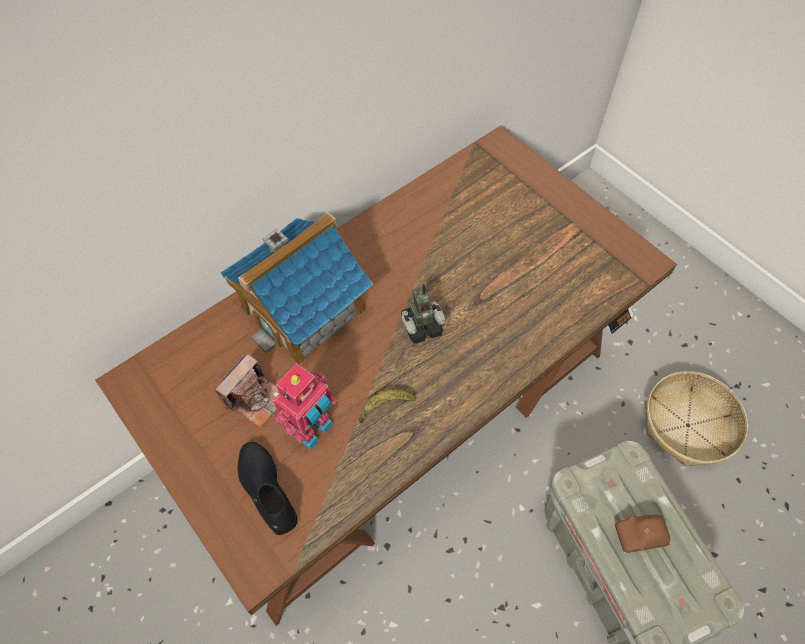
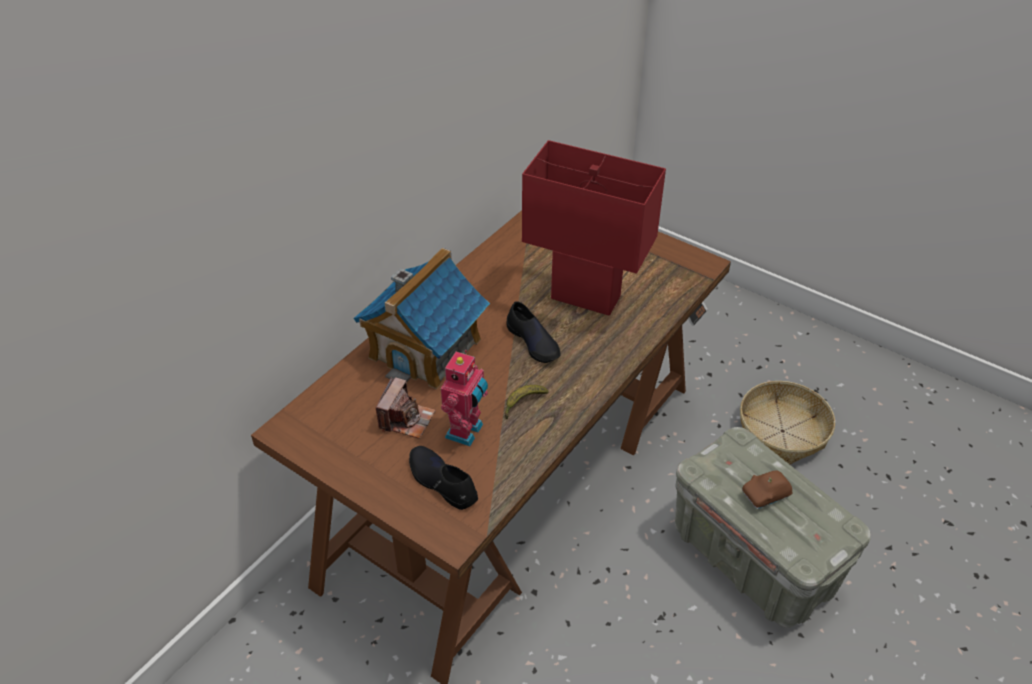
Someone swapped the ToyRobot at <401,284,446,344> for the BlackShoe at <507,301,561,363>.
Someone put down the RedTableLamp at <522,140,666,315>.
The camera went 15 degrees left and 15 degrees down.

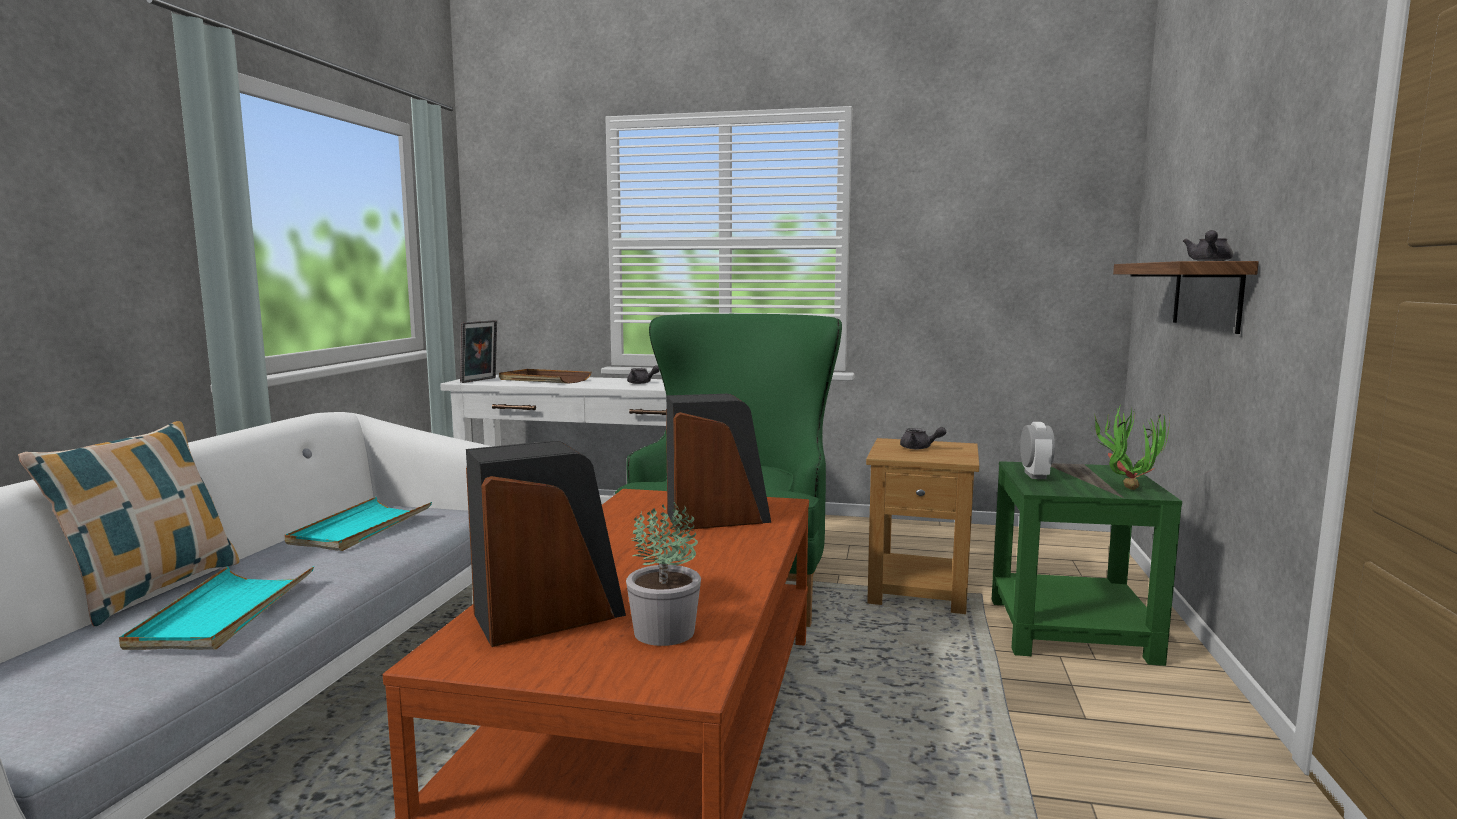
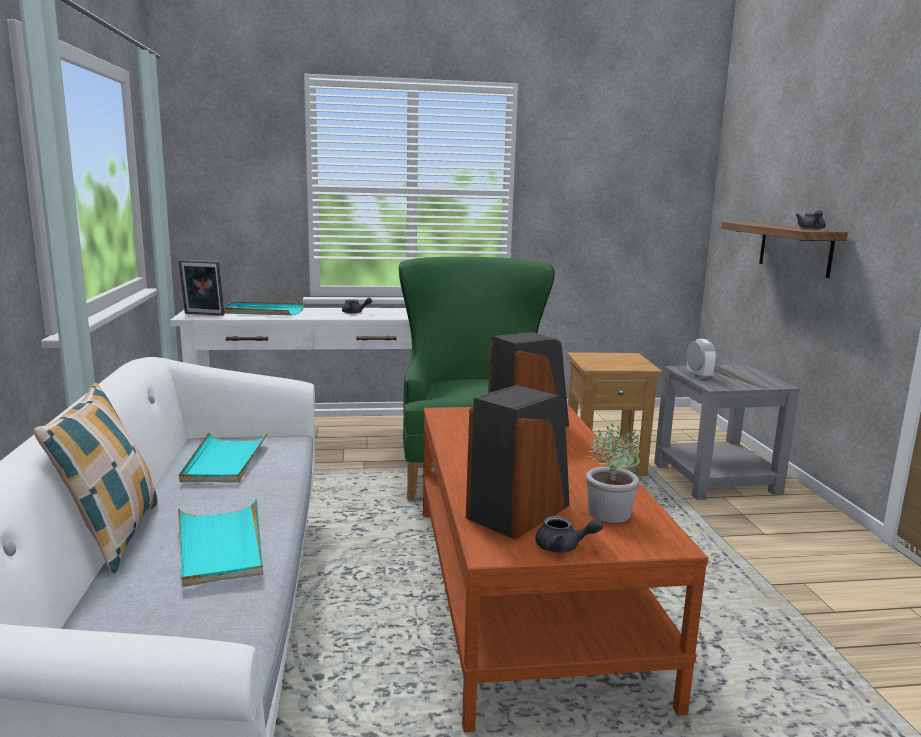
Someone rotated the PictureFrame at <460,320,497,383> by 90 degrees clockwise.
Someone repainted the BrownTray at <499,369,591,384>, which became the TurquoiseTray at <224,302,305,316>.
Someone took away the PottedPlant at <1091,405,1170,490>.
Someone carried the GreyTeapot from <900,427,946,449> to <536,516,603,553>.
Someone repainted the GreenSideTable at <992,461,1182,666>, which became the GreySideTable at <654,364,800,500>.
The camera went 20 degrees left and 5 degrees up.

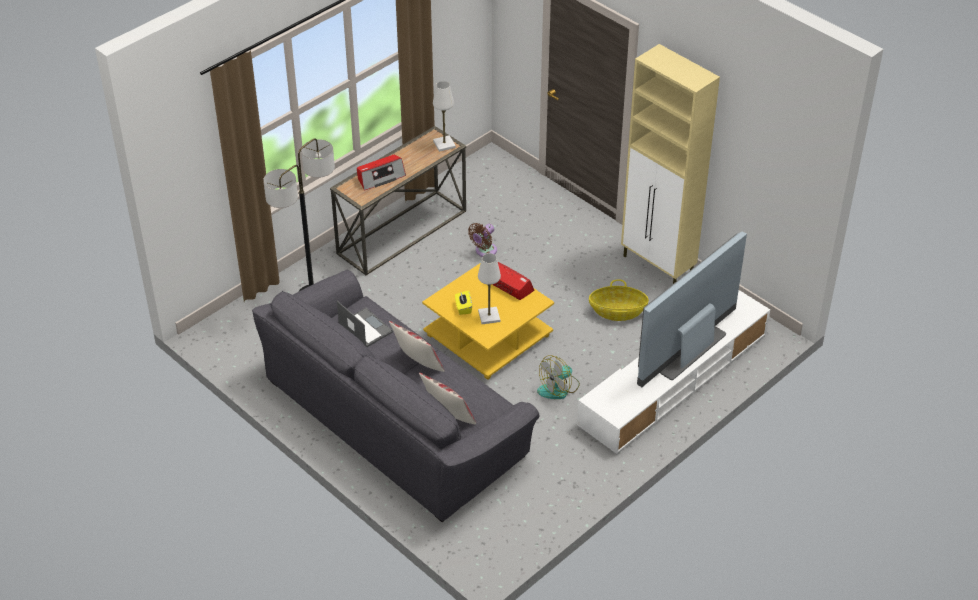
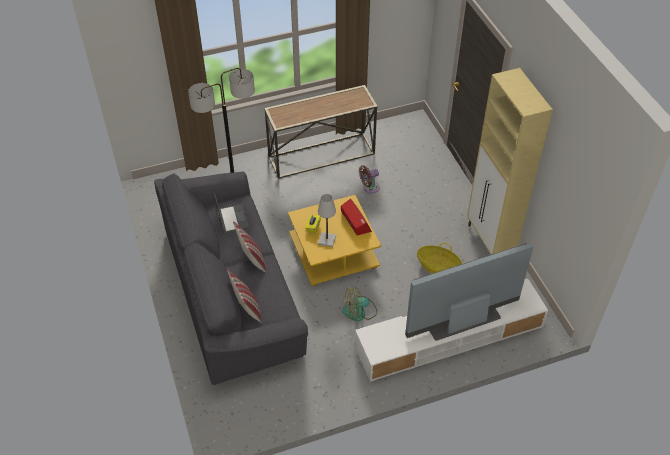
Someone took away the WhiteTableLamp at <433,81,456,152>.
Someone took away the Radio at <357,155,406,191>.
The camera went 25 degrees right and 5 degrees up.

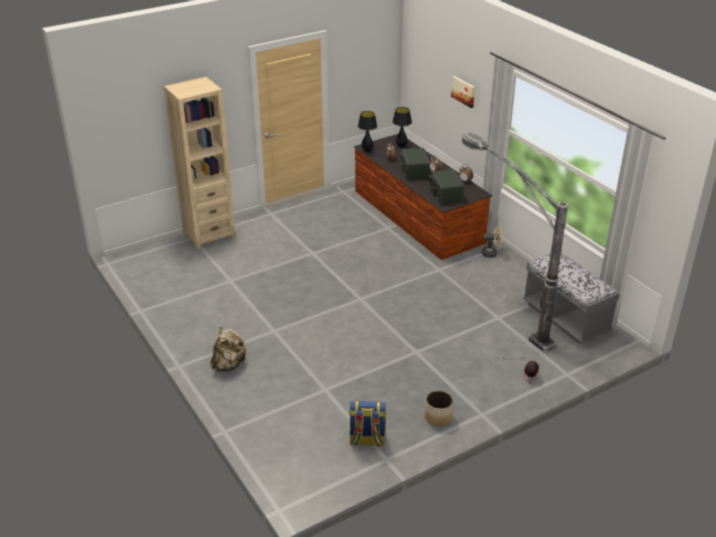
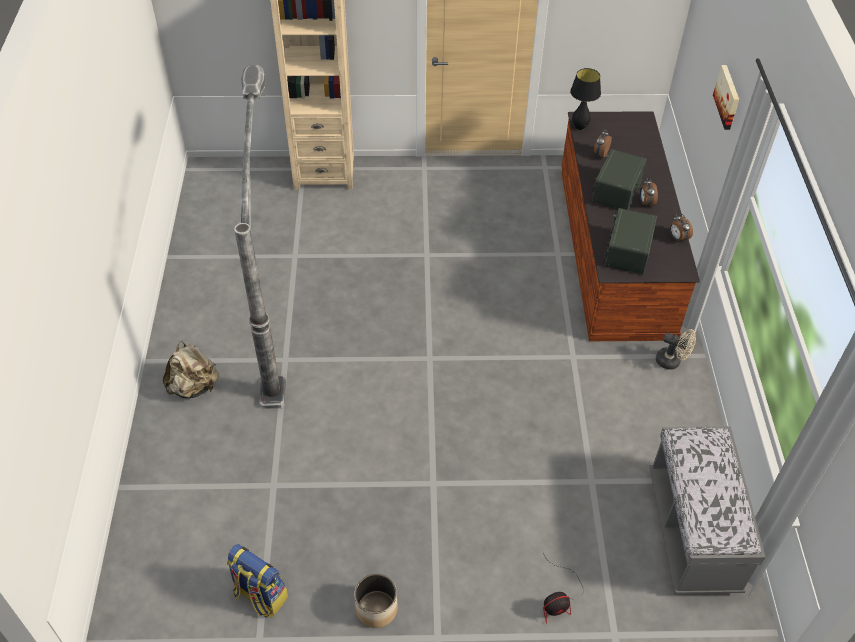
Someone took away the BlackTableLamp at <393,107,412,148>.
Someone carried the FloorLamp from <462,132,568,352> to <234,65,286,409>.
The camera went 30 degrees right and 15 degrees up.

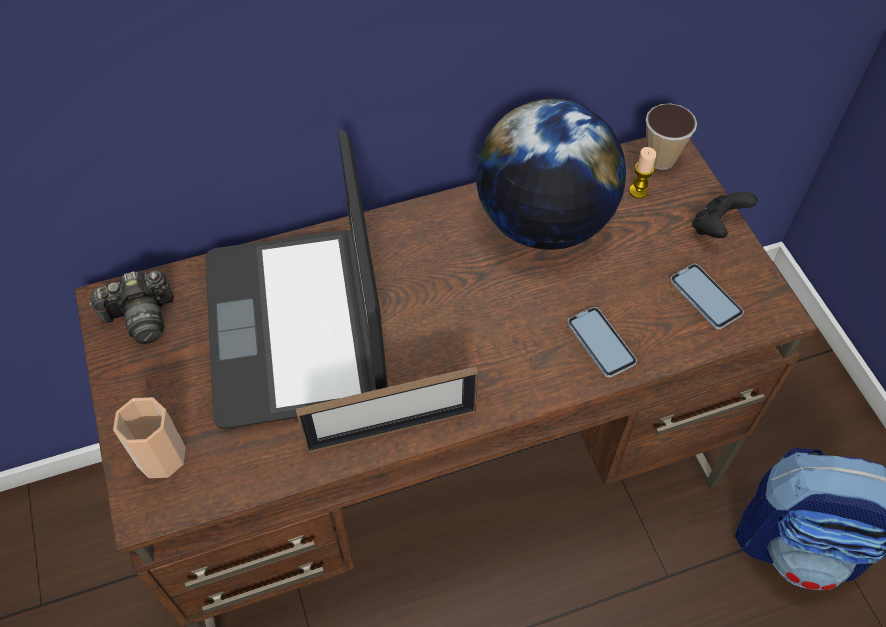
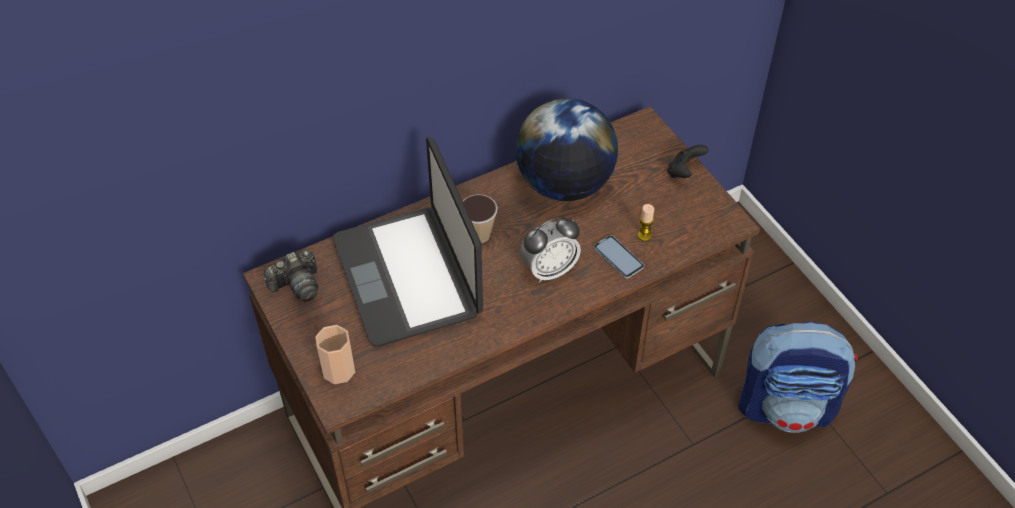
Someone carried the Cup from <646,103,697,170> to <463,194,498,243>.
Someone carried the Candle from <629,147,656,199> to <638,204,654,241>.
Someone took away the Phone at <670,264,744,329>.
Someone took away the PictureFrame at <296,366,478,453>.
Someone put down the AlarmClock at <520,217,581,283>.
The camera went 10 degrees left and 5 degrees down.

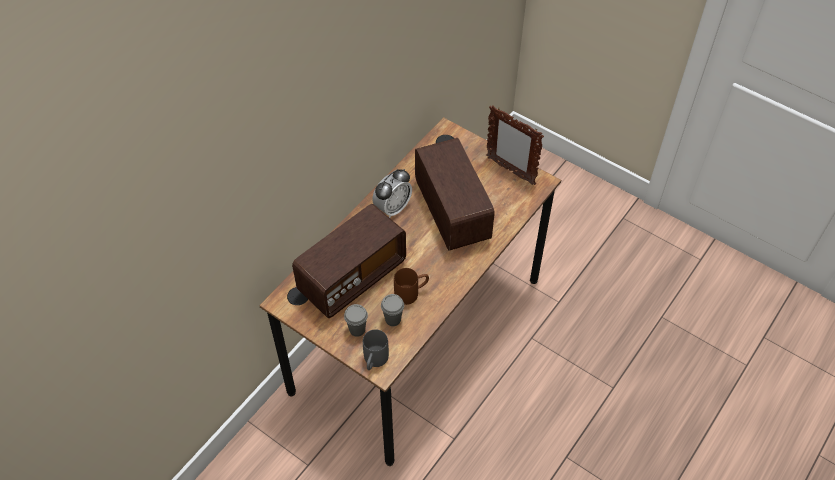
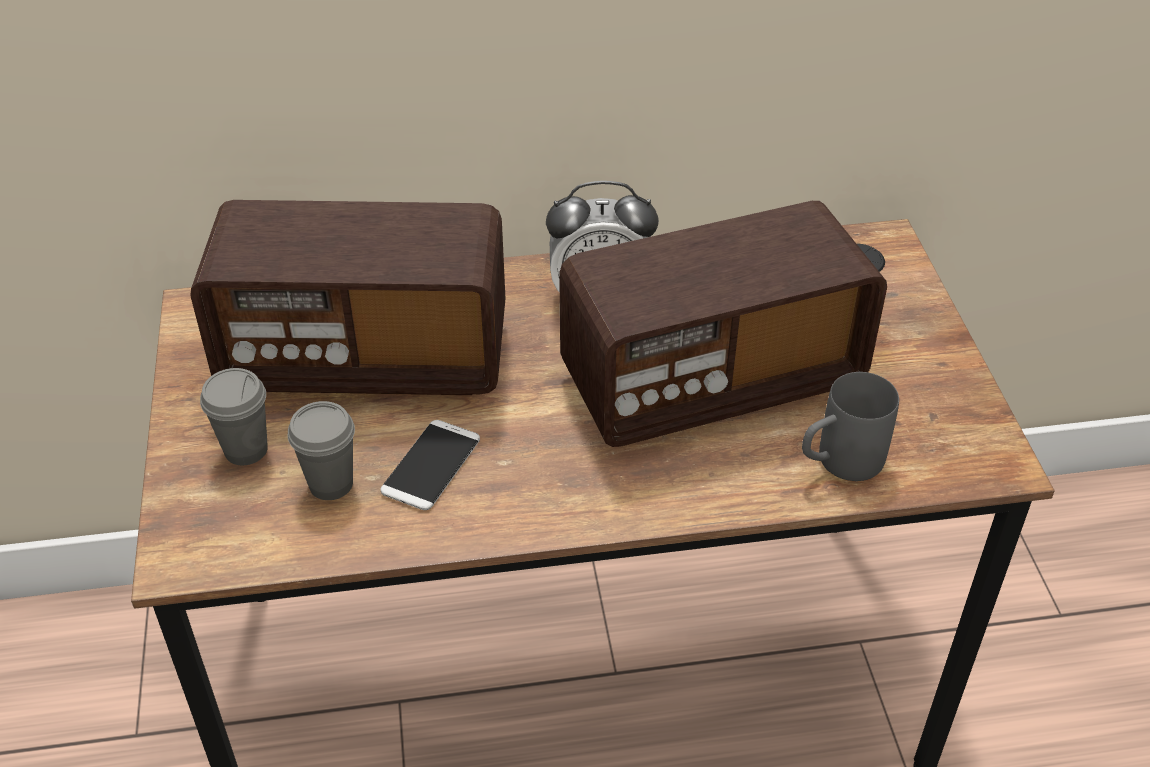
Someone took away the PictureFrame at <486,106,544,185>.
Someone rotated the Radio at <415,138,495,251> by 45 degrees clockwise.
Someone swapped the BrownMug at <394,268,429,305> for the Phone at <381,420,480,510>.
Someone carried the GreyMug from <363,329,389,370> to <802,372,899,481>.
The camera went 45 degrees right and 10 degrees down.

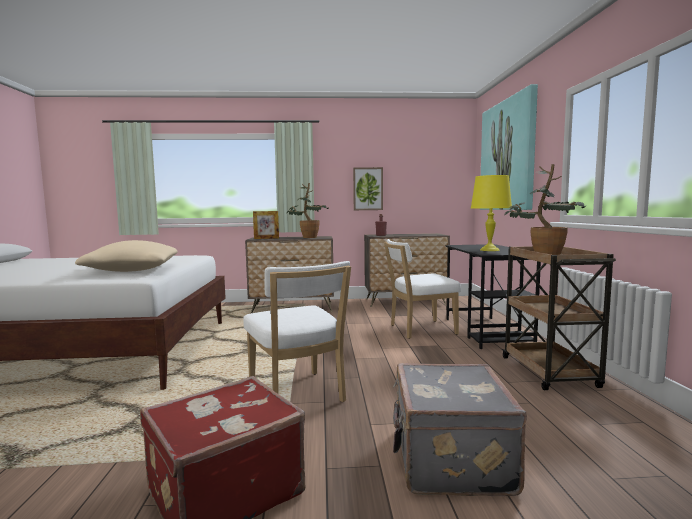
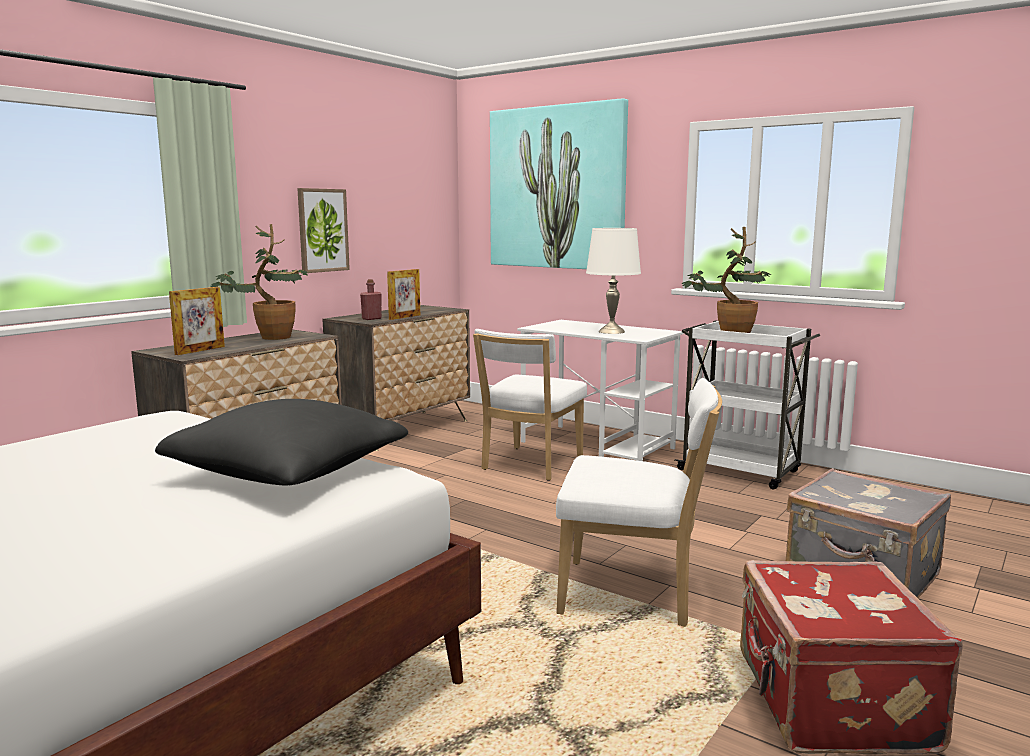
Someone repainted the YellowTableLamp at <471,175,512,251>, which became the WhiteTableLamp at <586,228,641,334>.
Someone repainted the BeigePillow at <75,240,178,272>, which became the BlackPillow at <155,399,408,486>.
Someone repainted the BlackDesk at <445,244,541,349>, which became the WhiteDesk at <517,320,684,461>.
Someone repainted the BrownCart at <502,246,616,390>, which became the WhiteCart at <675,321,820,489>.
Someone put down the PictureFrame at <387,269,420,320>.
The camera went 50 degrees left and 5 degrees up.

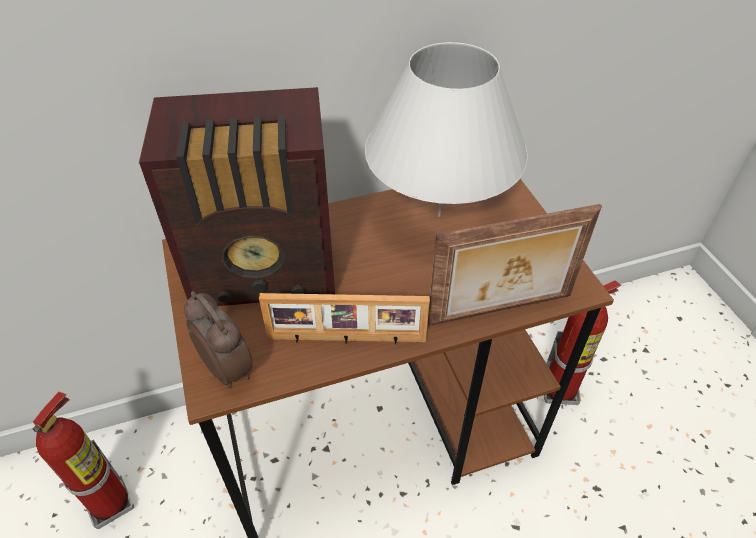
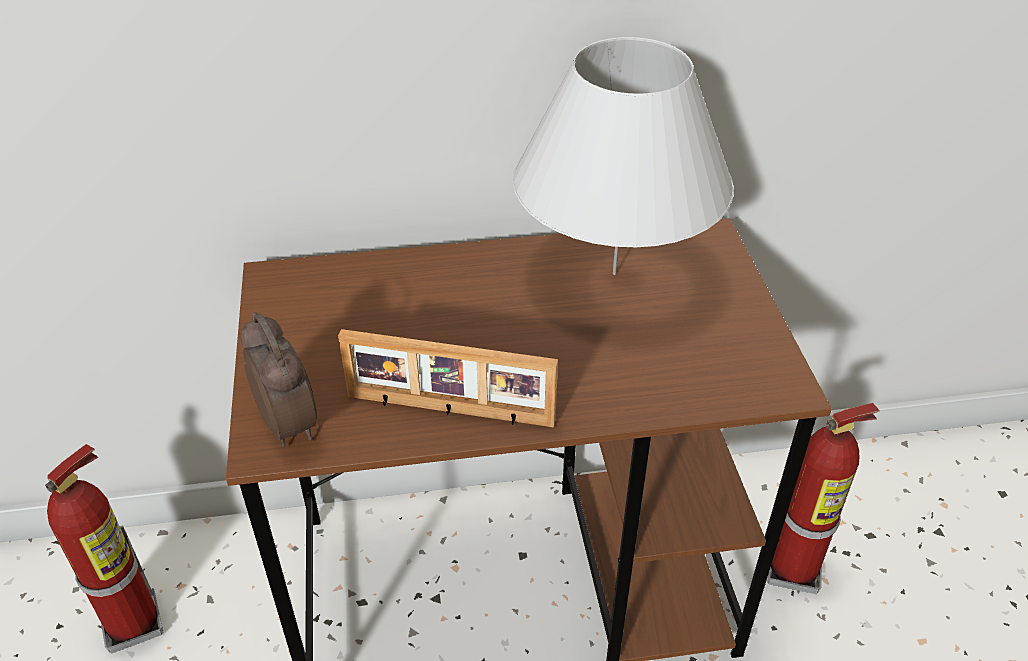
Someone took away the Radio at <139,87,335,306>.
Someone took away the PictureFrame at <428,204,602,326>.
The camera went 10 degrees right and 5 degrees down.

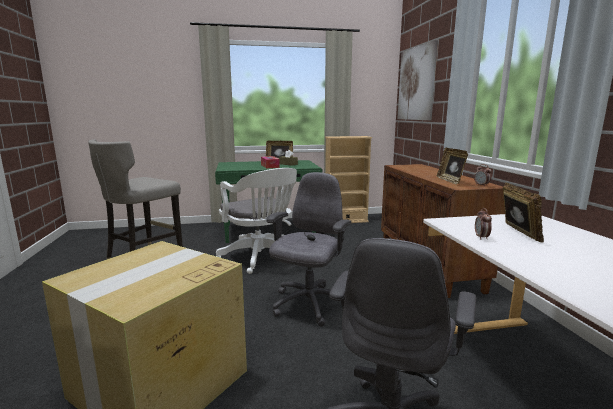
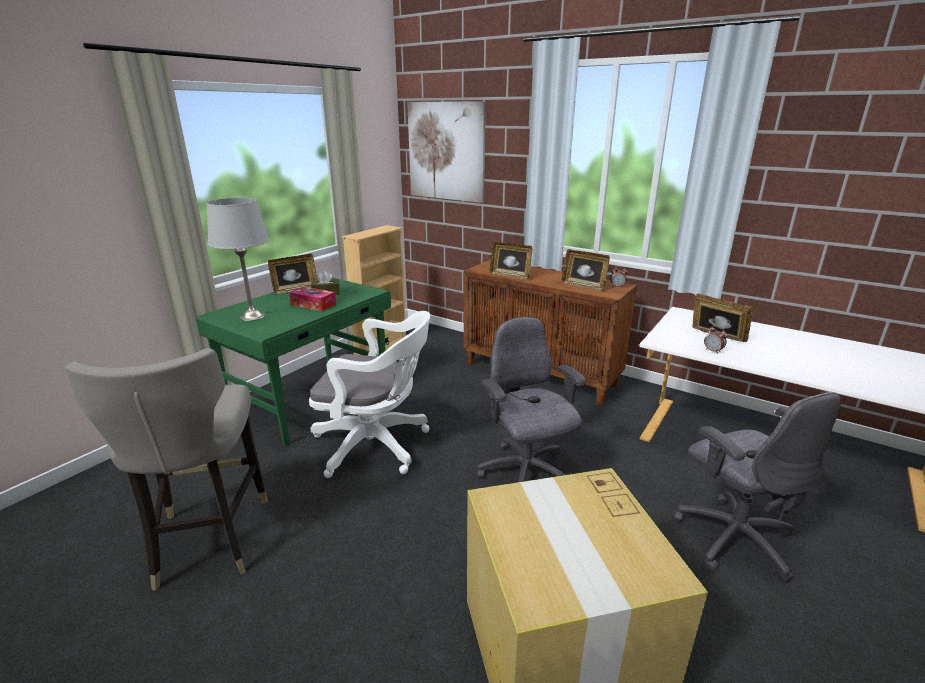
Someone put down the GreyTableLamp at <206,198,269,321>.
Someone put down the PictureFrame at <489,242,533,280>.
The camera went 45 degrees left and 10 degrees up.

